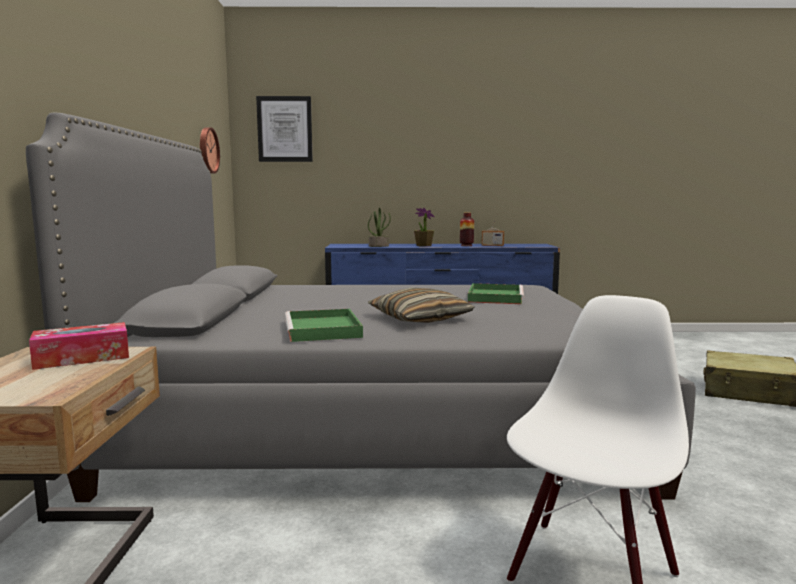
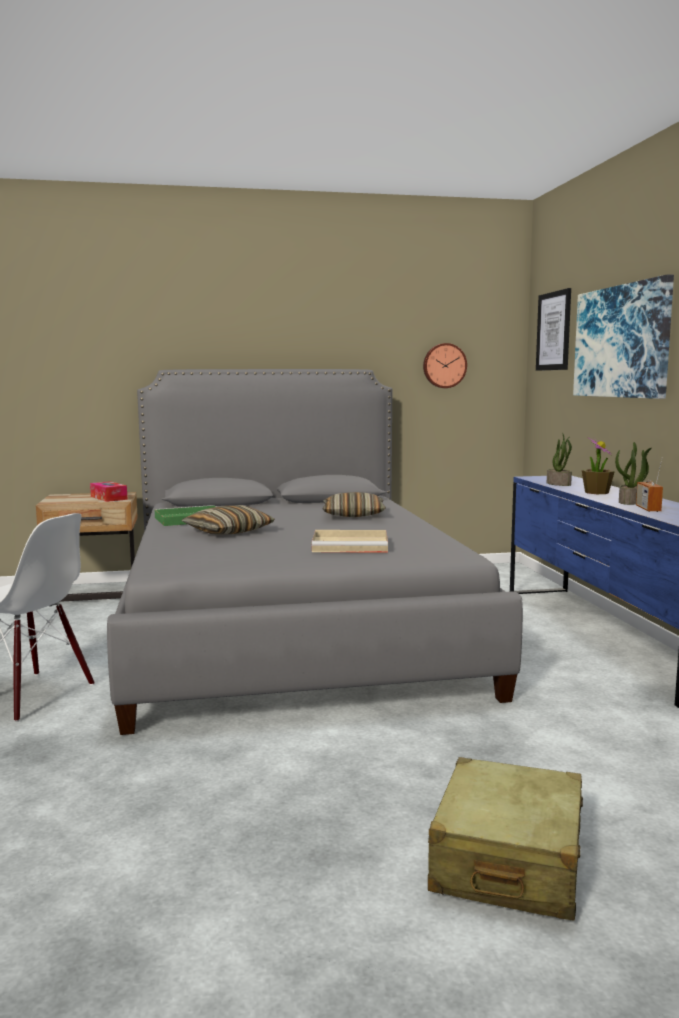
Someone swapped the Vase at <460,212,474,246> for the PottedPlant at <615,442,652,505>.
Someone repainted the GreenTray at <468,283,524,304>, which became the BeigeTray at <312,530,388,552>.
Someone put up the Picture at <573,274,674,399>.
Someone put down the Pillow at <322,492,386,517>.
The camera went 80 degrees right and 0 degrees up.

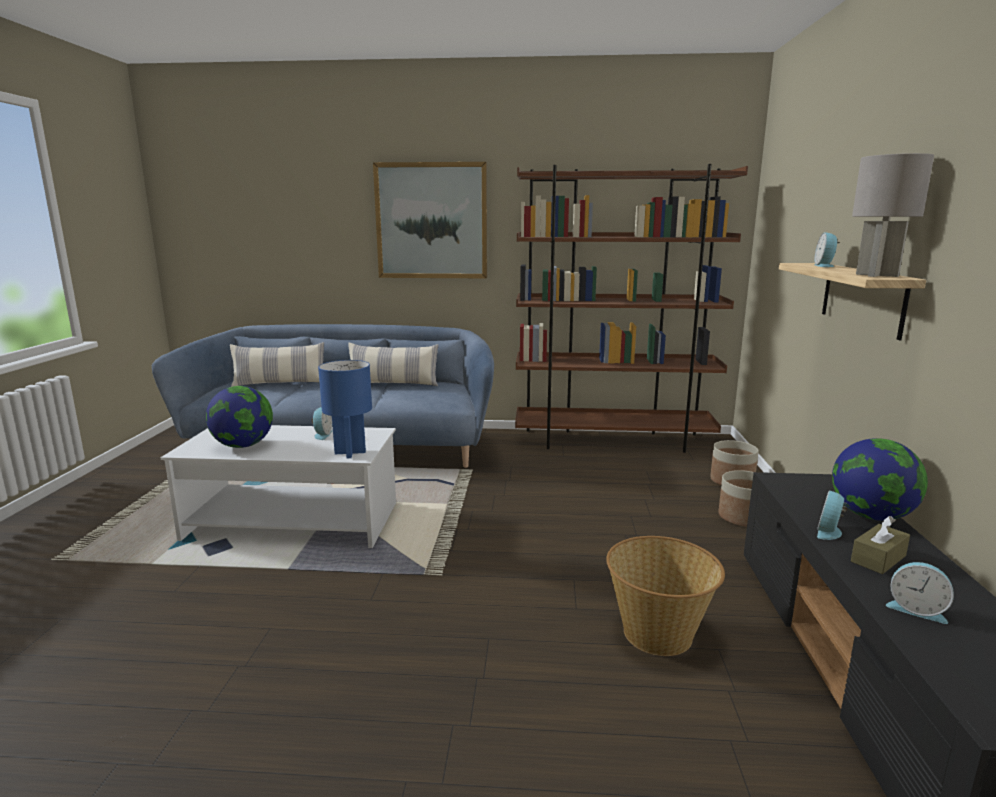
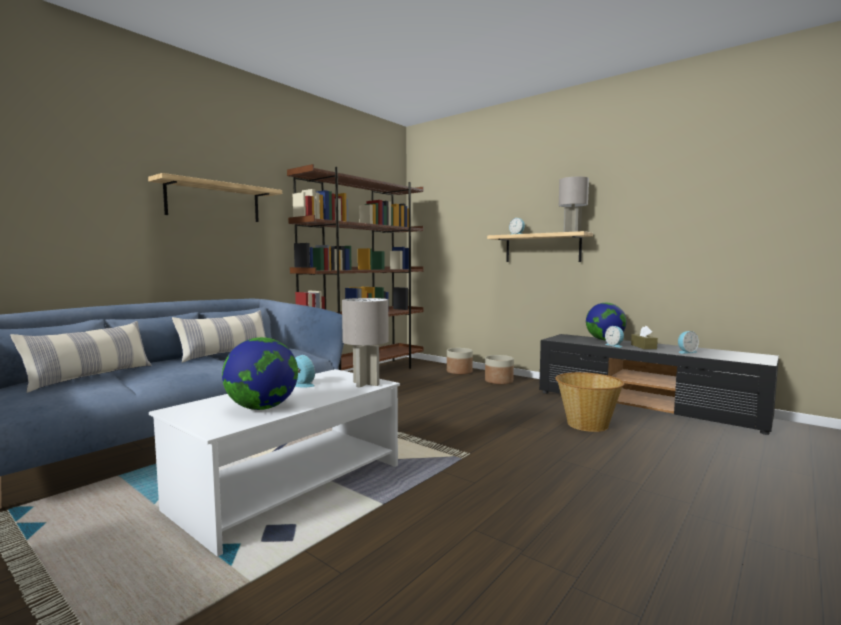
Someone swapped the Picture at <373,162,487,278> for the Shelf at <148,173,282,222>.
Someone repainted the BlueTableLamp at <318,360,372,458>, which became the GreyTableLamp at <342,298,389,387>.
The camera went 55 degrees left and 10 degrees down.

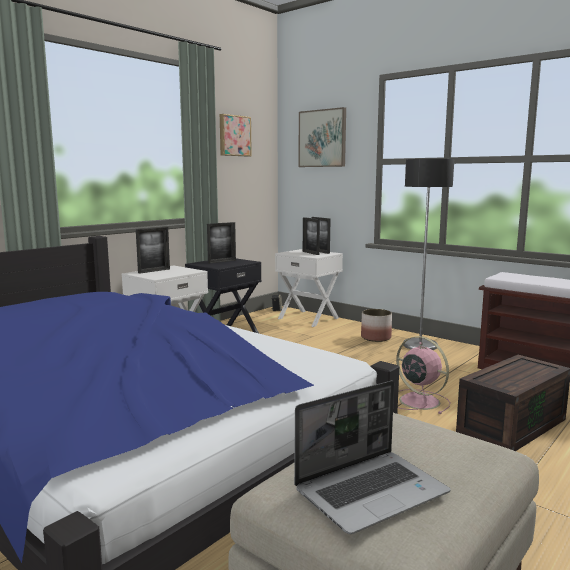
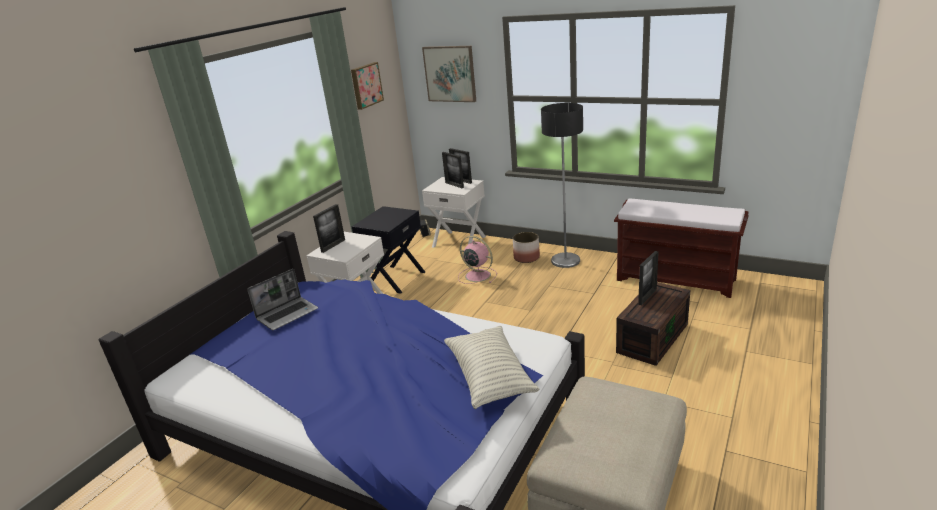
Someone carried the PictureFrame from <207,222,236,263> to <638,251,659,305>.
Someone carried the PinkFan from <396,336,451,414> to <458,236,497,284>.
Someone carried the Laptop from <294,381,451,534> to <247,269,318,330>.
Someone put down the Pillow at <444,326,539,409>.
The camera went 10 degrees left and 15 degrees up.

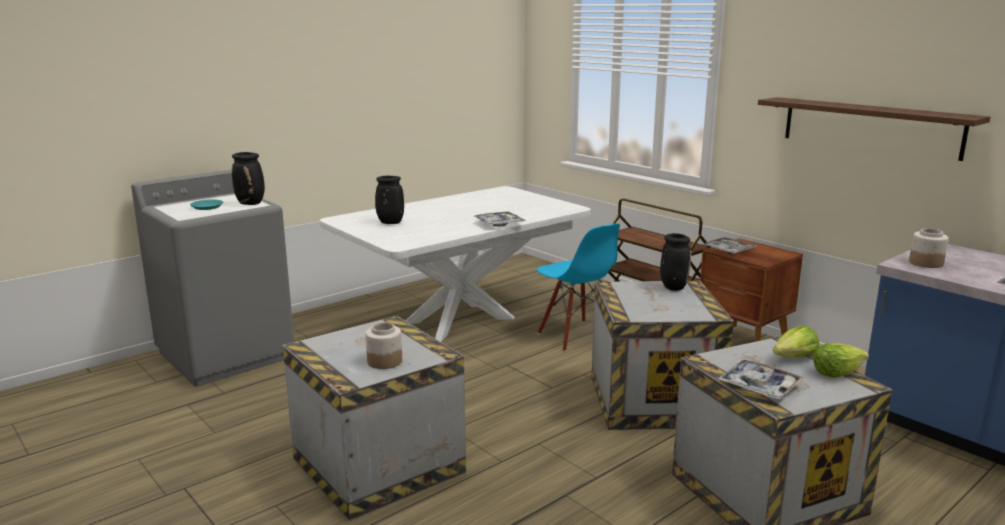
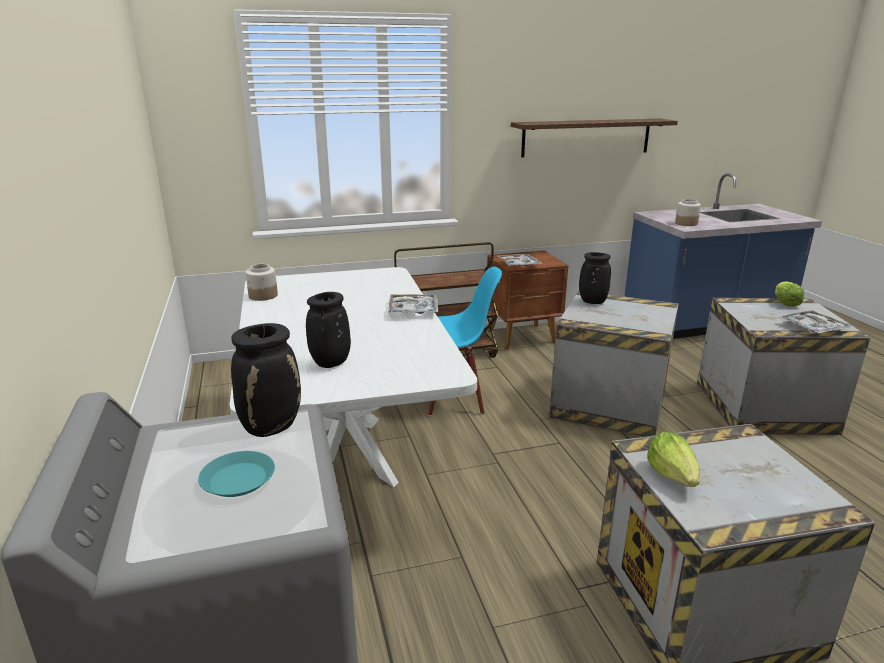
Someone carried the Jar from <366,322,402,369> to <246,264,278,301>.
Someone carried the Lettuce from <773,326,819,357> to <647,432,700,487>.
The camera went 65 degrees left and 5 degrees up.

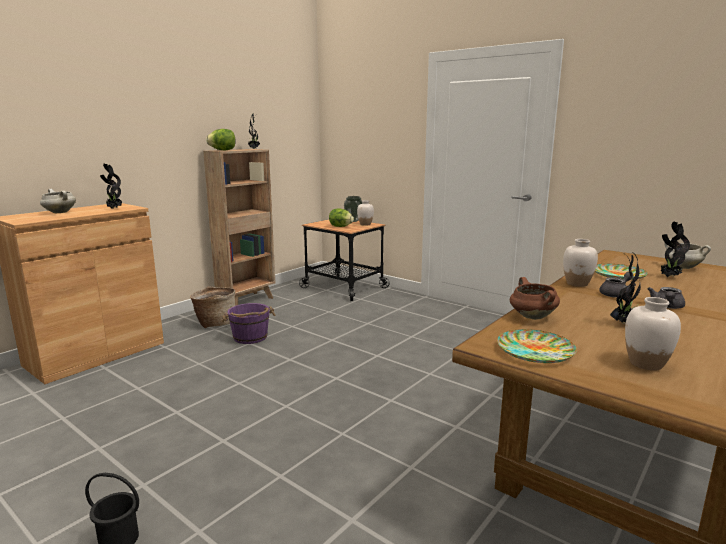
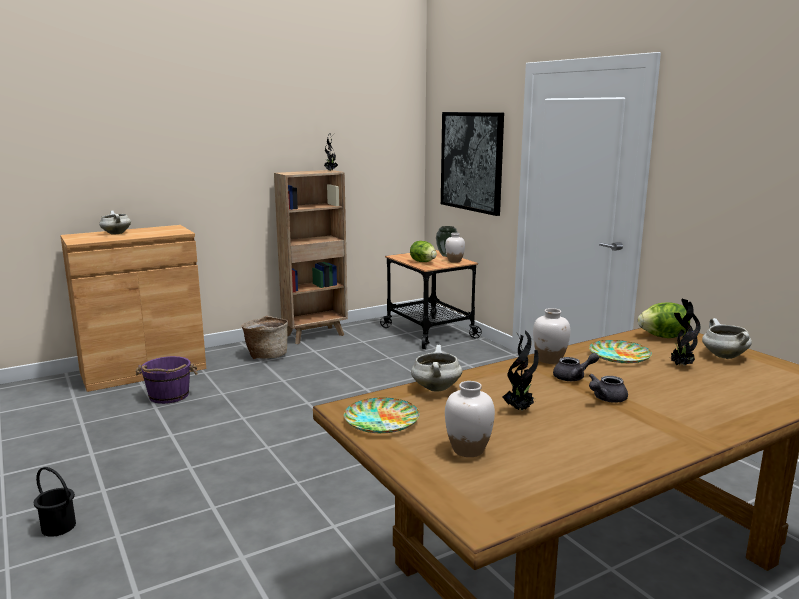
Someone carried the Lettuce from <206,129,236,150> to <638,303,690,338>.
Someone took away the PottedPlant at <100,164,122,208>.
Someone repainted the BrownCookingPot at <510,277,560,320>, which became the WhiteCookingPot at <411,345,462,392>.
Someone carried the PurpleBucket from <222,303,275,344> to <136,356,198,404>.
Someone put up the Picture at <441,112,504,216>.
The camera went 20 degrees right and 0 degrees up.

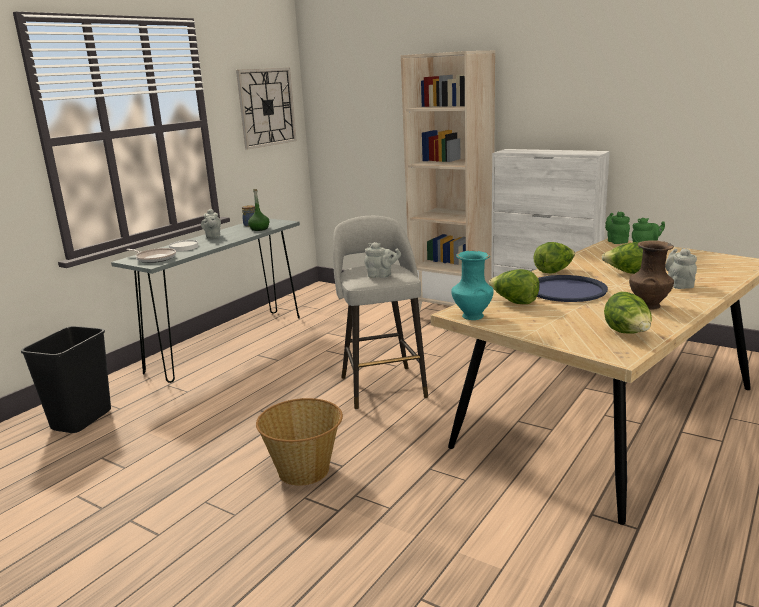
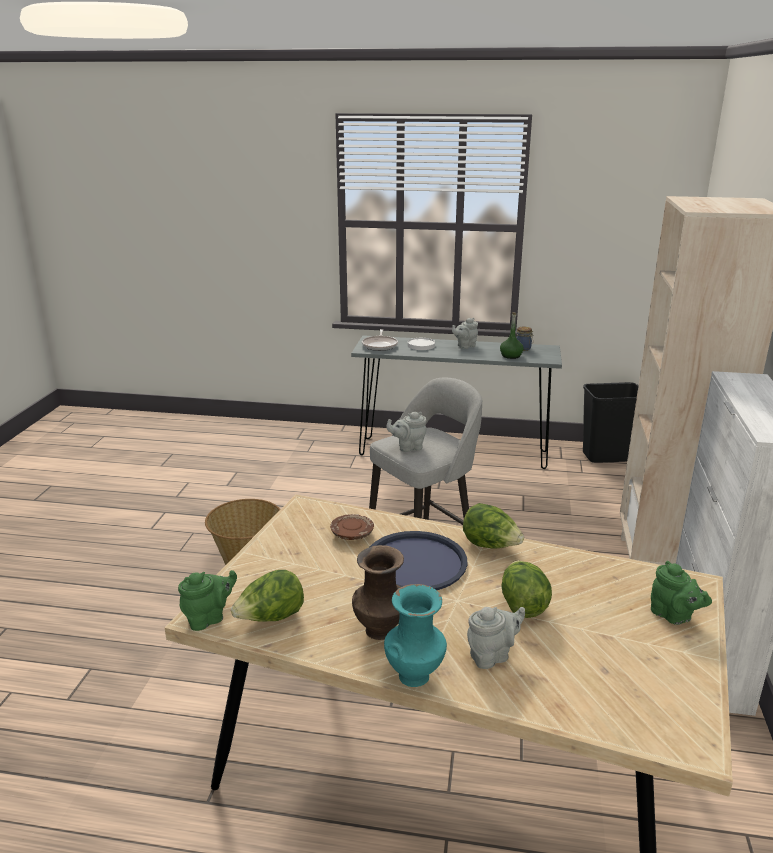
Someone took away the WallClock at <236,68,297,150>.
Someone carried the GreenTeapot from <605,211,630,244> to <178,570,237,631>.
Someone rotated the GreyTeapot at <364,242,401,278> by 90 degrees clockwise.
Someone carried the TurquoiseVase from <451,251,494,320> to <384,584,447,687>.
Someone swapped the Lettuce at <489,269,539,304> for the BrownPlate at <330,514,374,540>.
Someone carried the BlackTrashCan from <21,326,111,433> to <583,382,638,463>.
The camera went 65 degrees right and 5 degrees up.

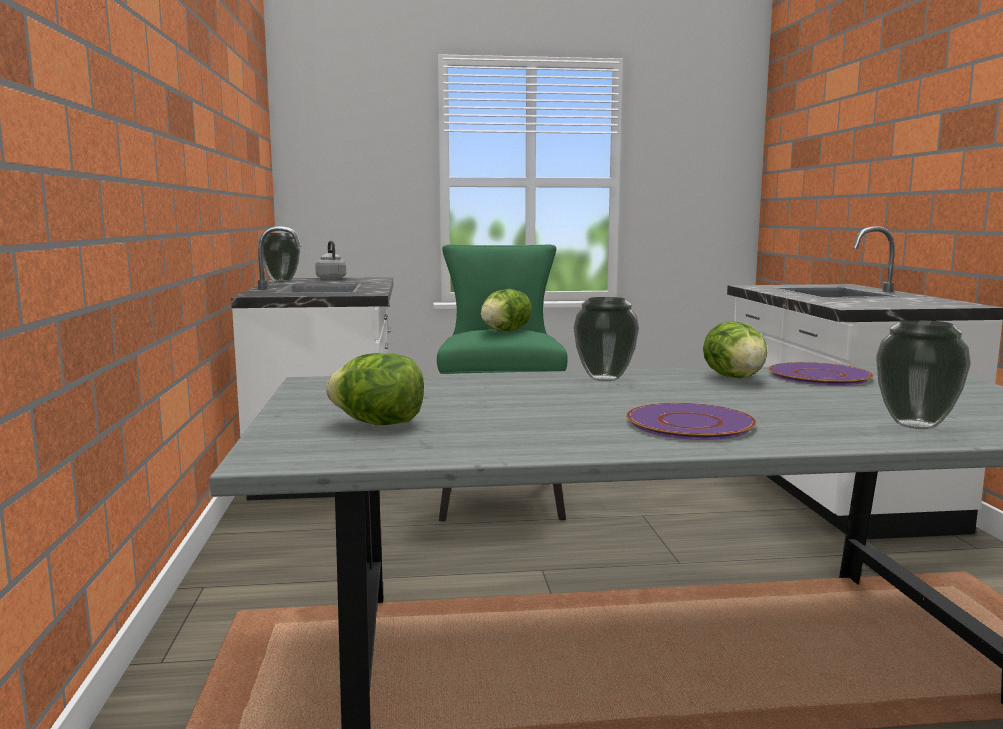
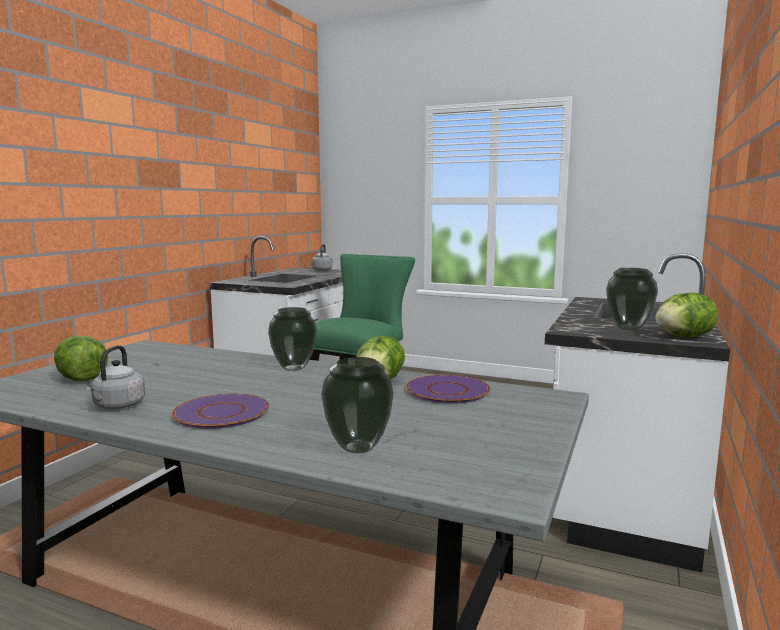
Someone carried the Vase from <263,233,300,282> to <606,268,658,330>.
Someone carried the Lettuce from <480,289,532,331> to <655,293,718,337>.
Someone put down the GreyKettle at <86,345,145,409>.
The camera went 30 degrees right and 0 degrees up.

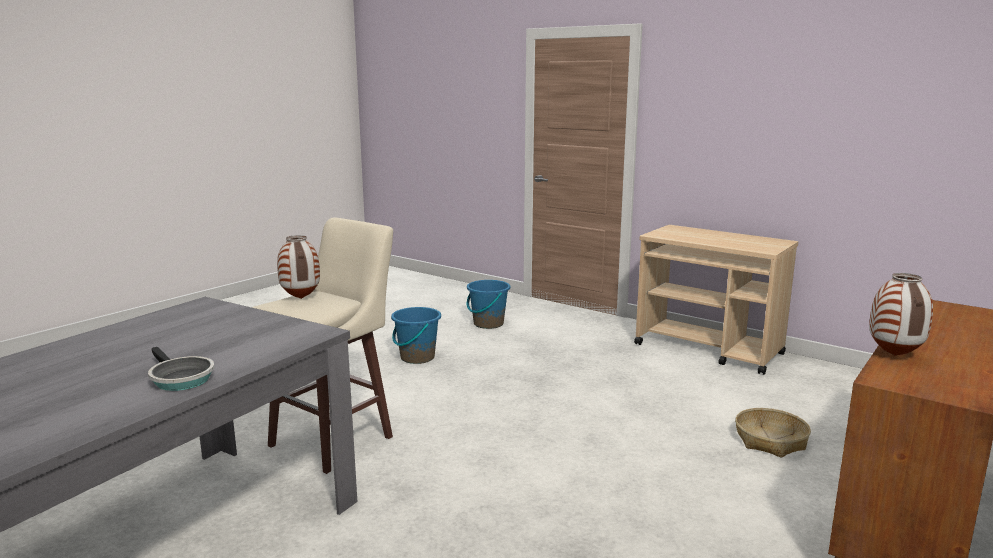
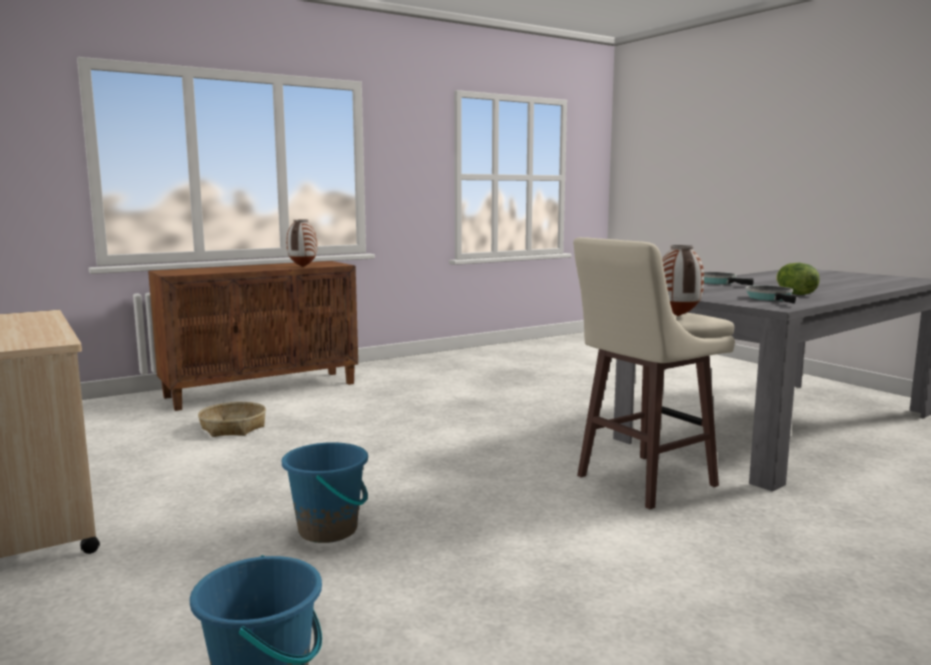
Someone carried the BlueBucket from <391,307,441,364> to <282,442,368,543>.
Someone put down the Lettuce at <776,263,820,295>.
Someone put down the FryingPan at <746,285,796,304>.
The camera went 160 degrees left and 5 degrees down.

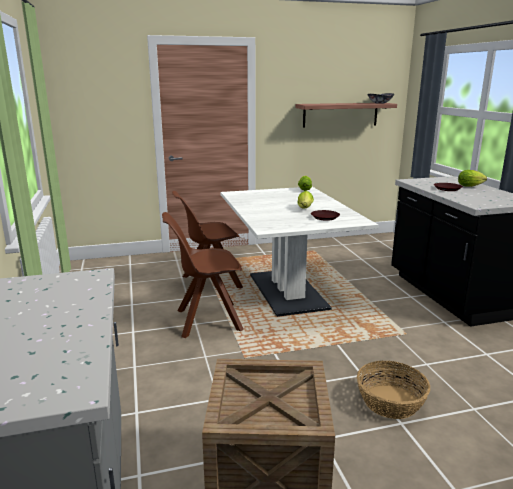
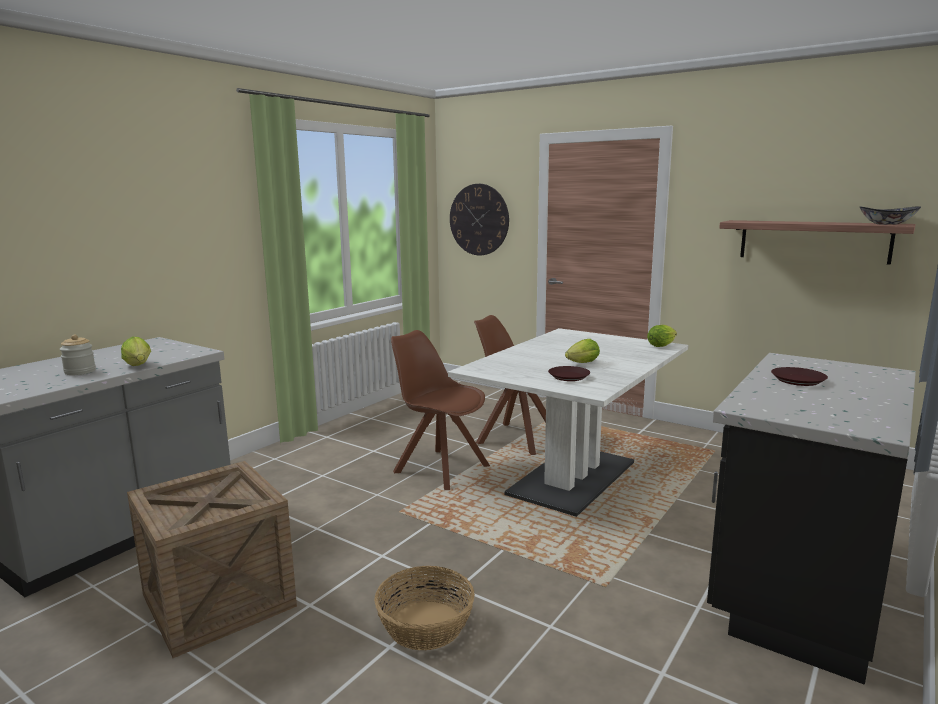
Someone carried the Lettuce from <458,170,487,187> to <121,337,151,366>.
Someone put up the WallClock at <450,184,509,255>.
Someone put down the Jar at <60,335,96,375>.
The camera went 50 degrees right and 5 degrees down.

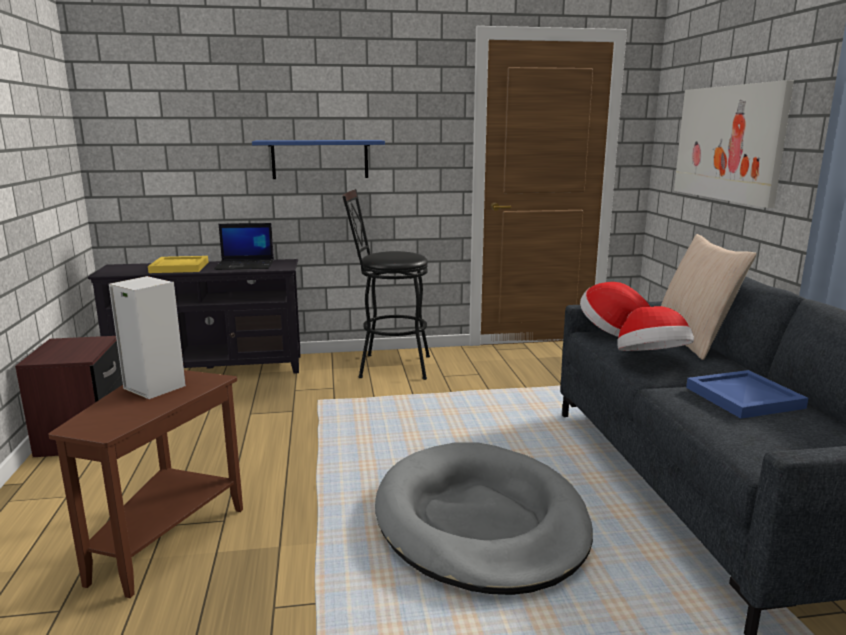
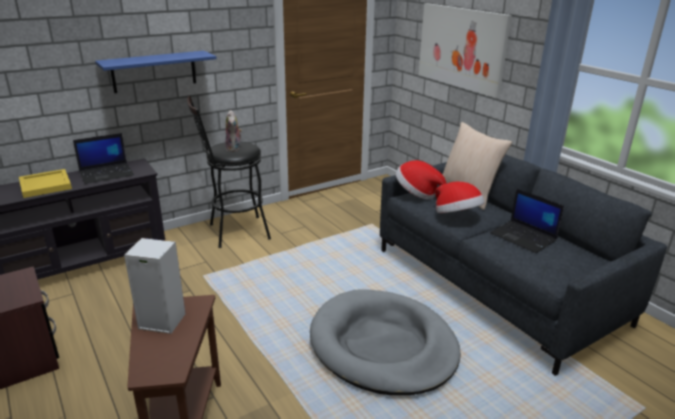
Someone swapped the BlueTray at <686,370,808,419> for the Laptop at <490,189,564,253>.
Someone put down the PlushToy at <225,110,242,152>.
The camera went 25 degrees left and 10 degrees up.

